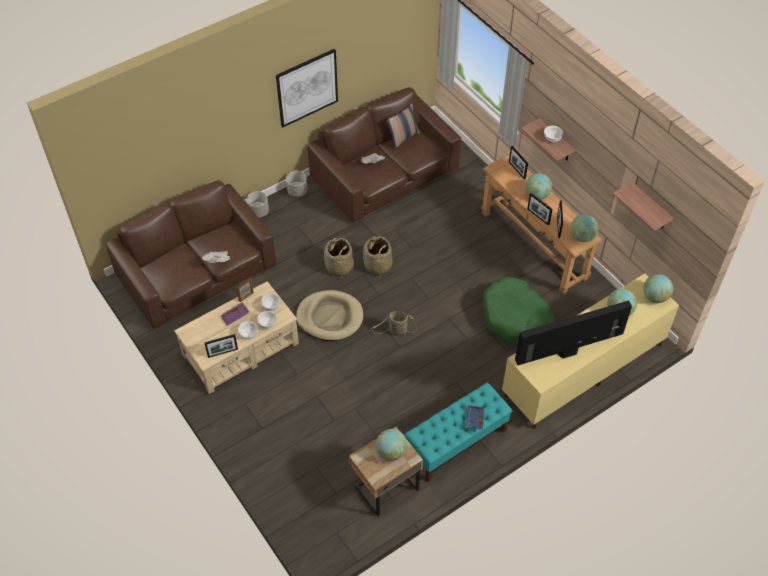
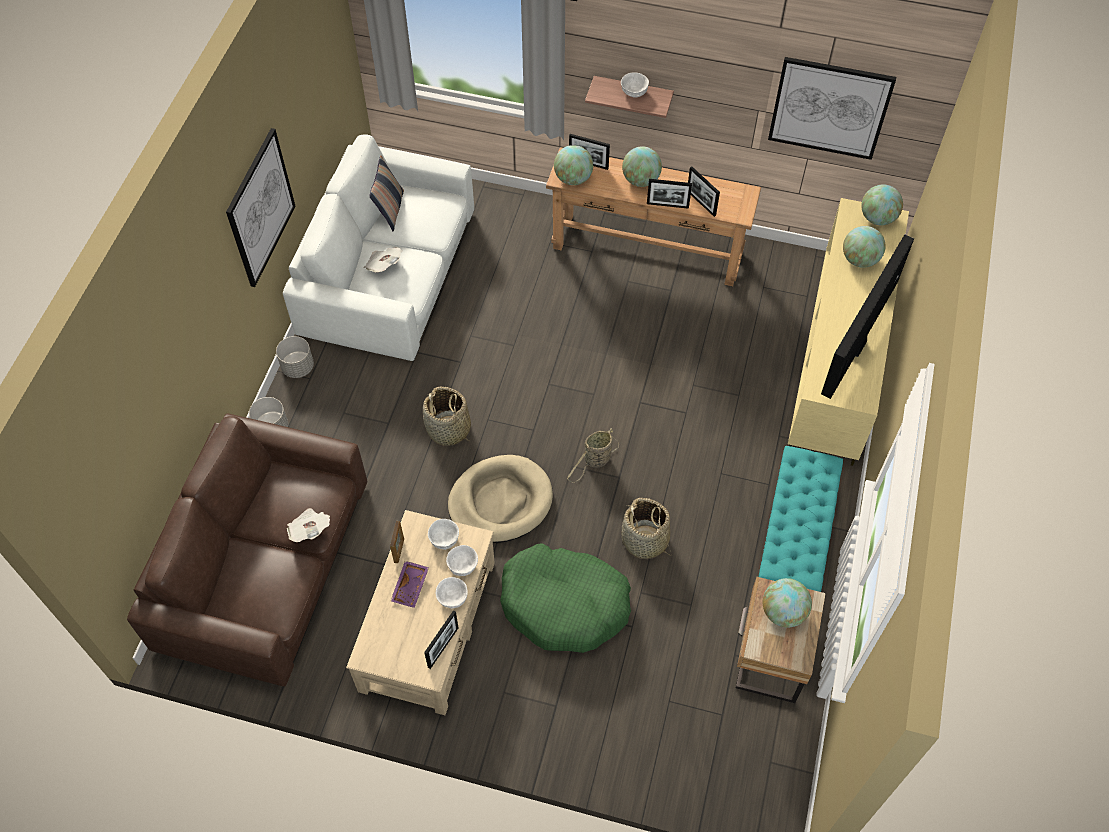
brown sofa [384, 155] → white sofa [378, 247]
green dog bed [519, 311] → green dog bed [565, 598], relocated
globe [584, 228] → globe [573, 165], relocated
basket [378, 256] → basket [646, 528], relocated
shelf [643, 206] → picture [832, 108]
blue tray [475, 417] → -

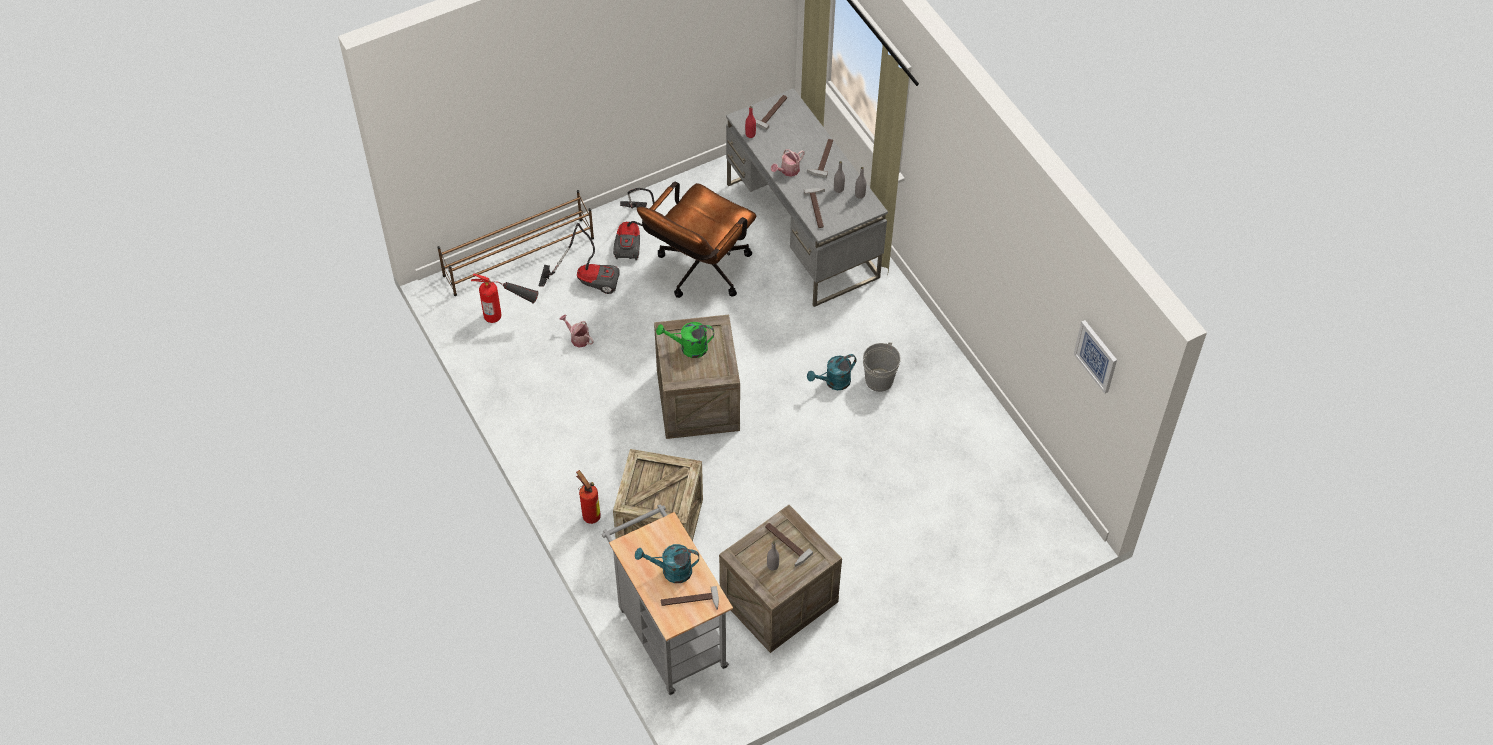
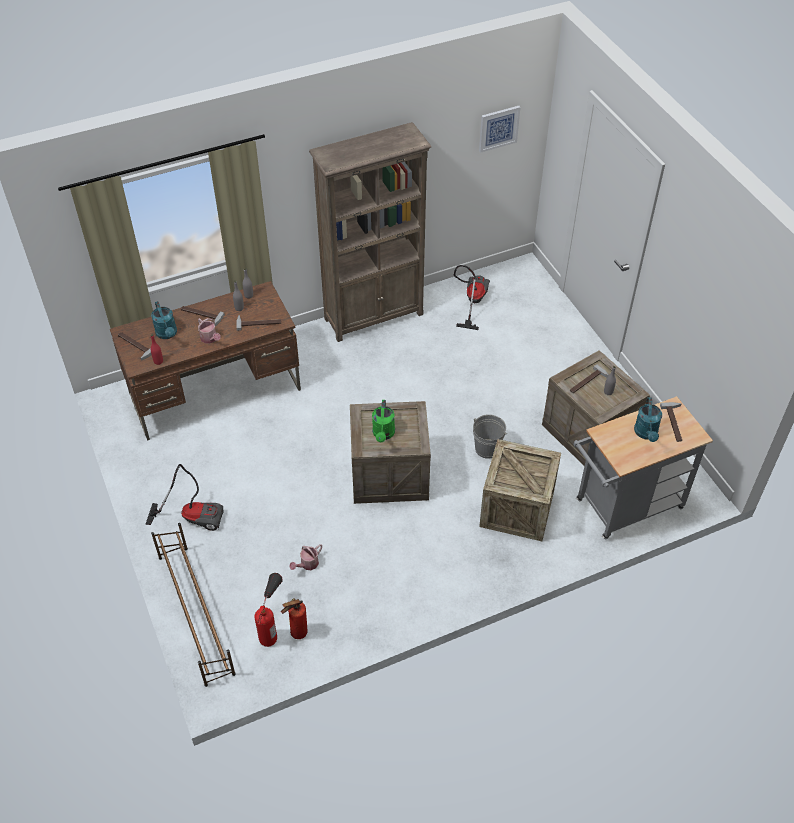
grey desk [807, 197] → brown desk [205, 361]
turquoise watering can [832, 372] → turquoise watering can [164, 320], relocated
fire extinguisher [588, 497] → fire extinguisher [294, 618], relocated
- → brown bookcase [370, 232]
vacuum cleaner [579, 258] → vacuum cleaner [472, 297], relocated
grey bucket [882, 367] → grey bucket [490, 436], relocated
brown office chair [696, 240] → -

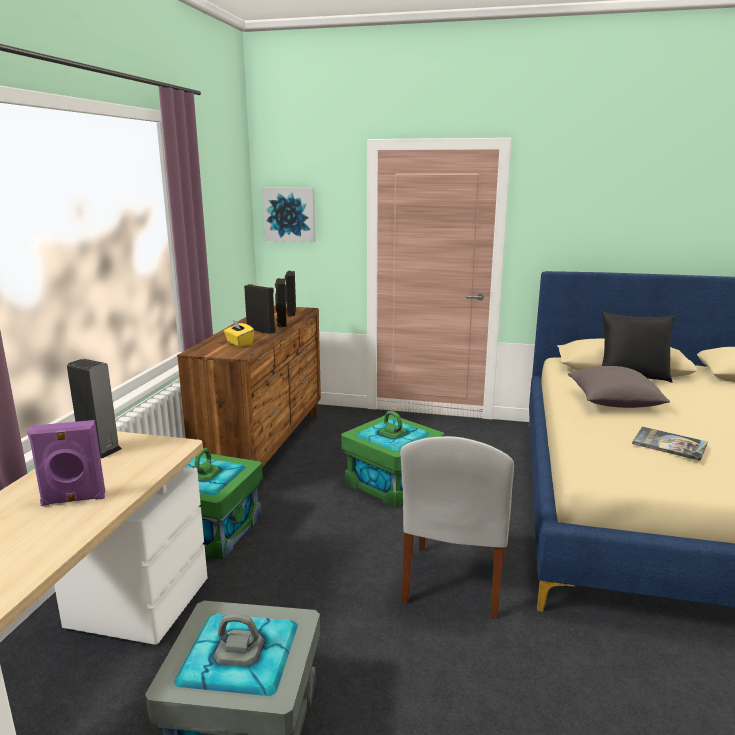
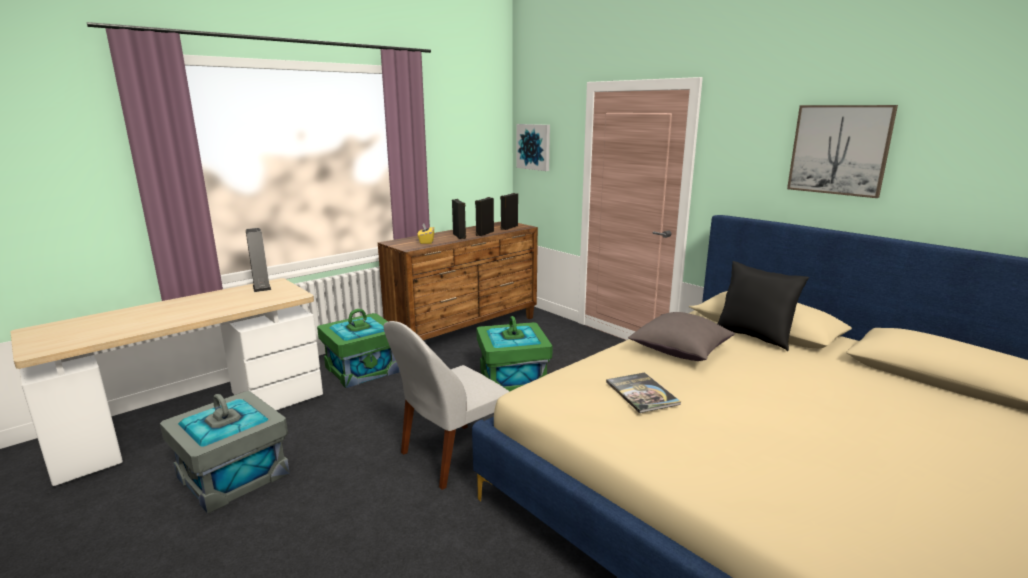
- → picture [842, 151]
purple speaker [66, 463] → -

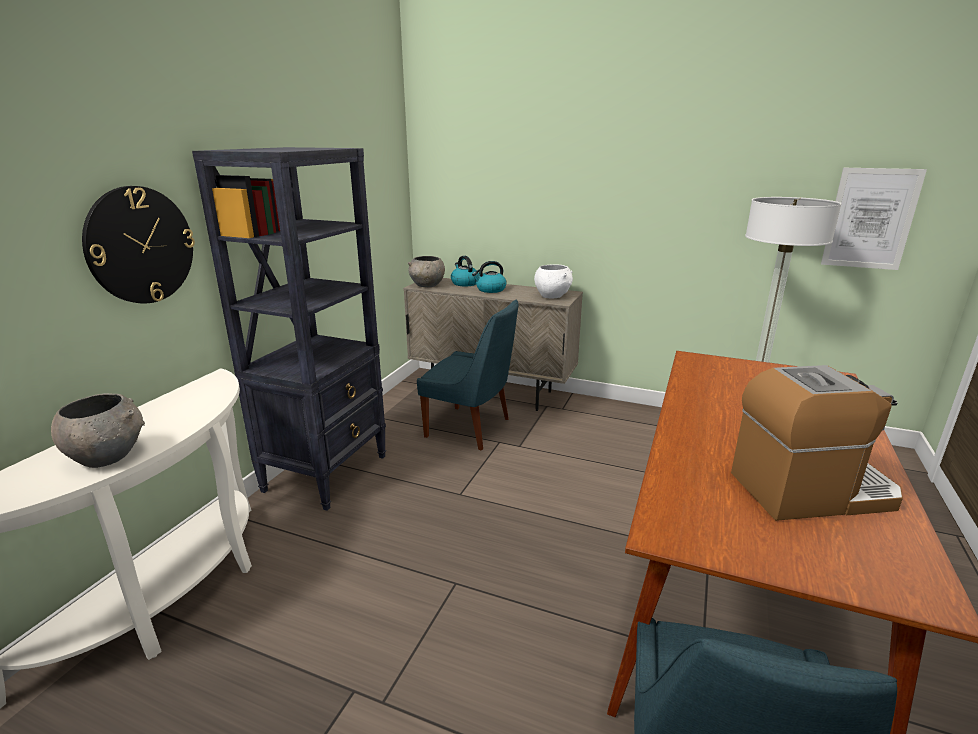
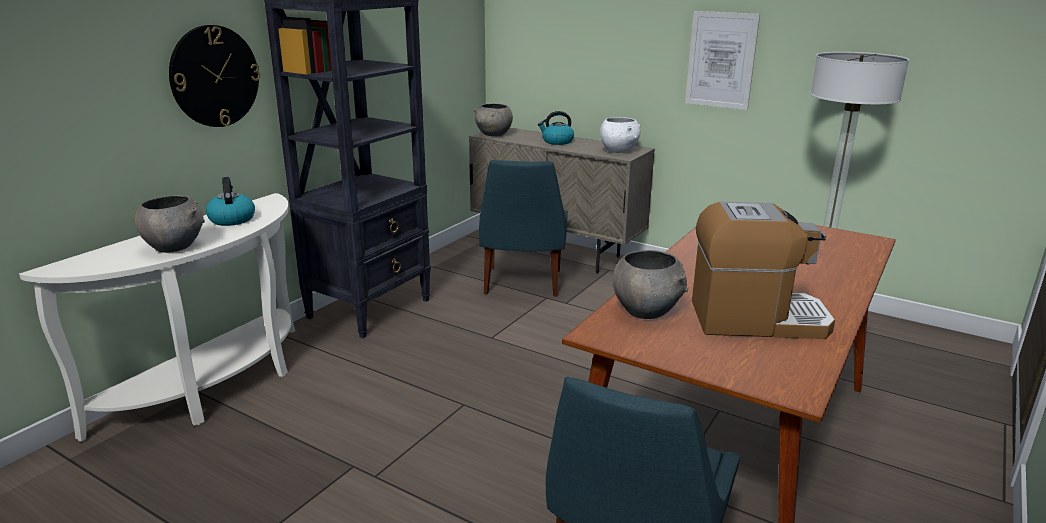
kettle [465, 271] → kettle [230, 201], relocated
blue chair [467, 375] → blue chair [523, 228], 60 degrees clockwise
- → grey bowl [650, 284]
picture [874, 219] → picture [722, 60], relocated

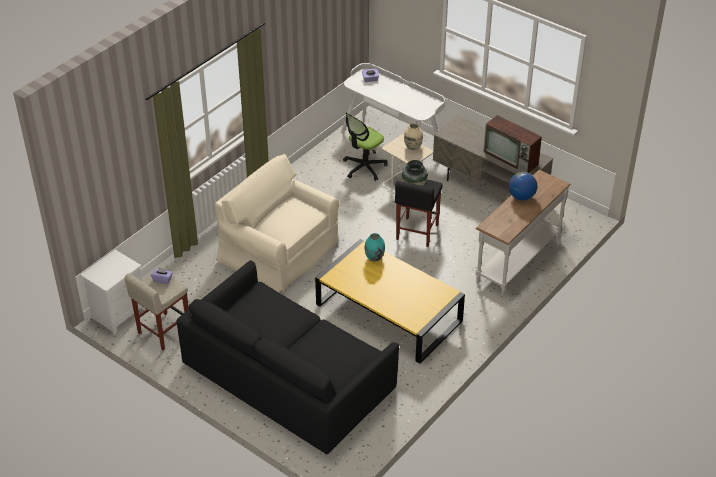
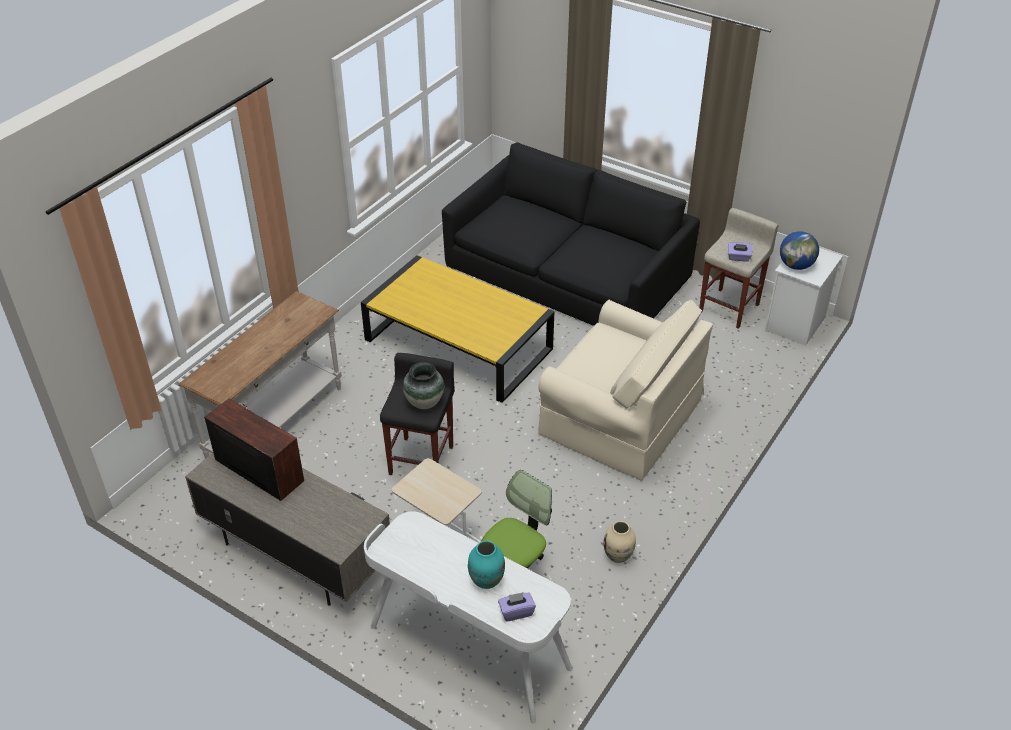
turquoise vase [375, 247] → turquoise vase [486, 565], relocated
beige vase [413, 136] → beige vase [620, 542], relocated
globe [523, 186] → globe [799, 250], relocated

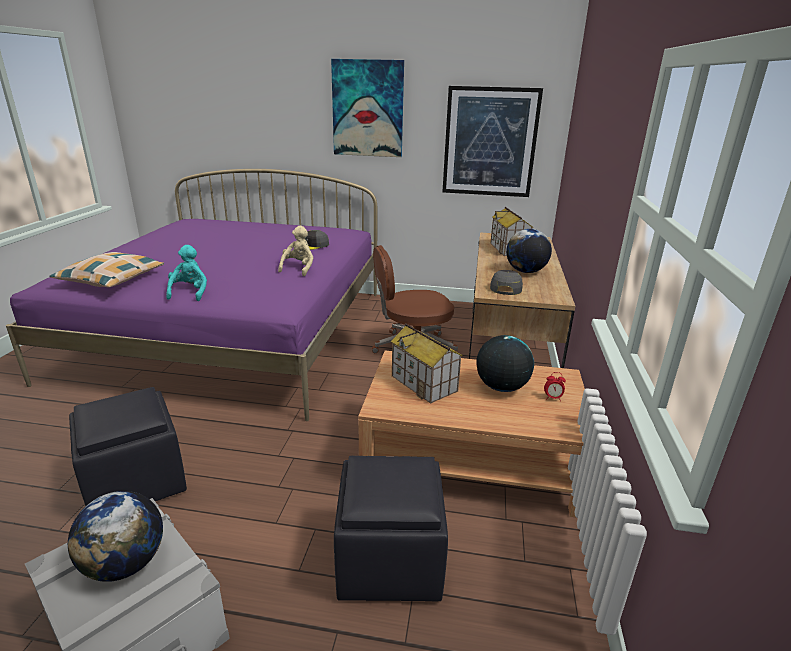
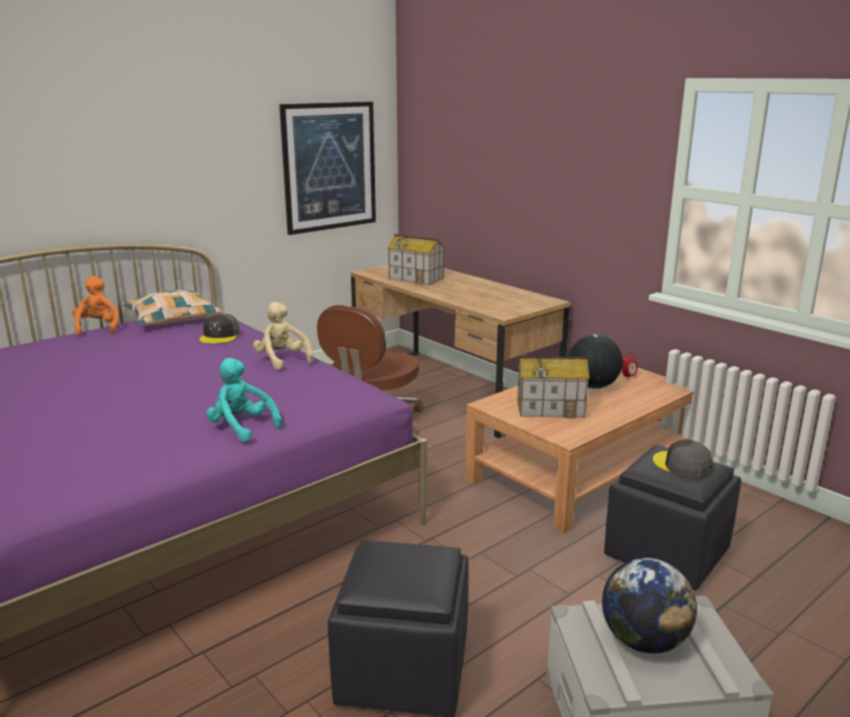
- → orange plush toy [95, 305]
pillow [107, 269] → pillow [172, 308], relocated
grey cap [506, 282] → grey cap [683, 459], relocated
picture [367, 108] → -
globe [529, 251] → -

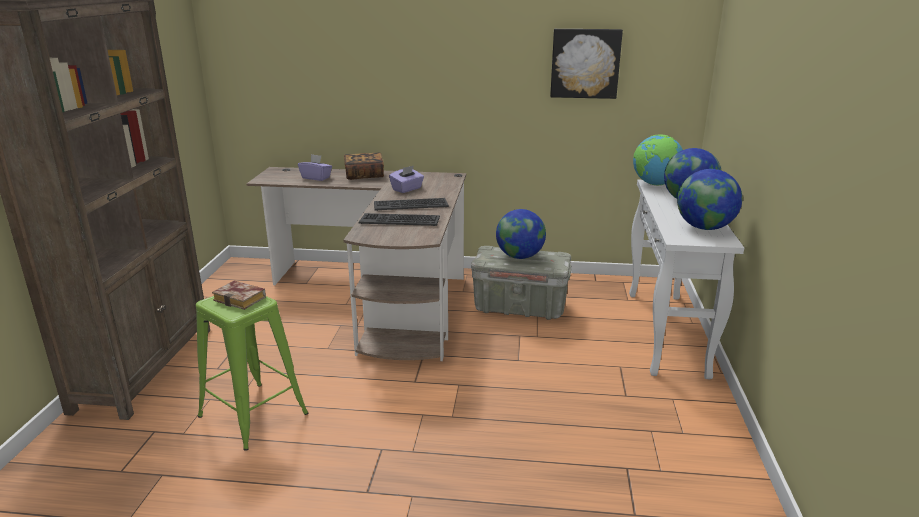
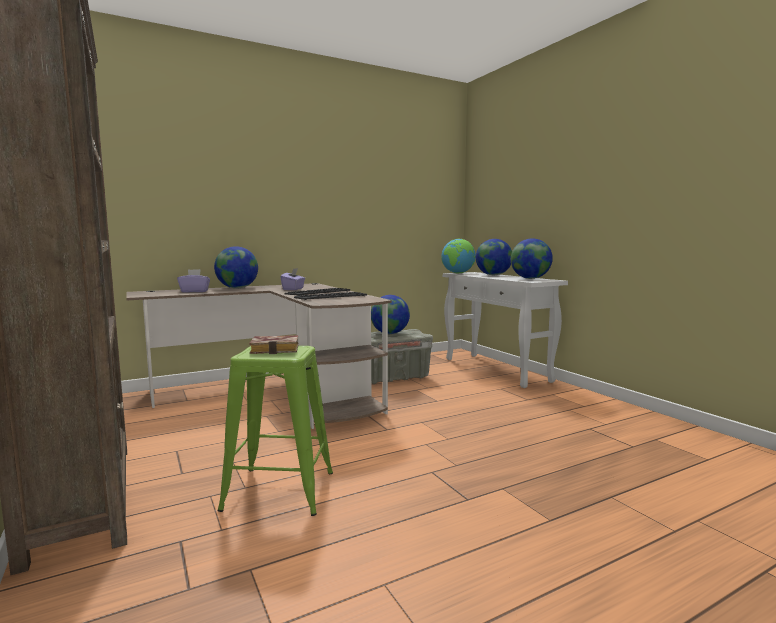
book [364, 166] → globe [236, 267]
picture [586, 64] → -

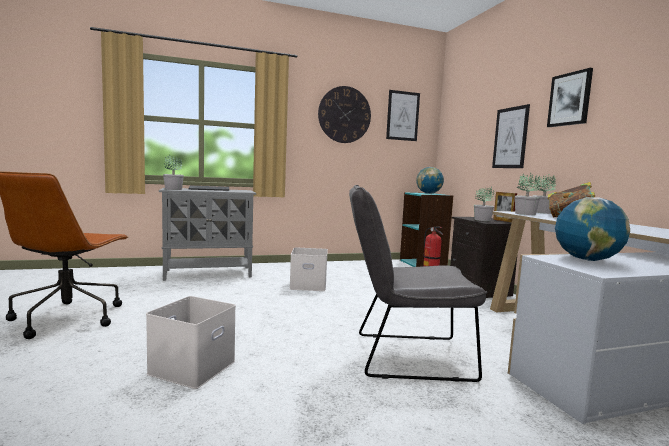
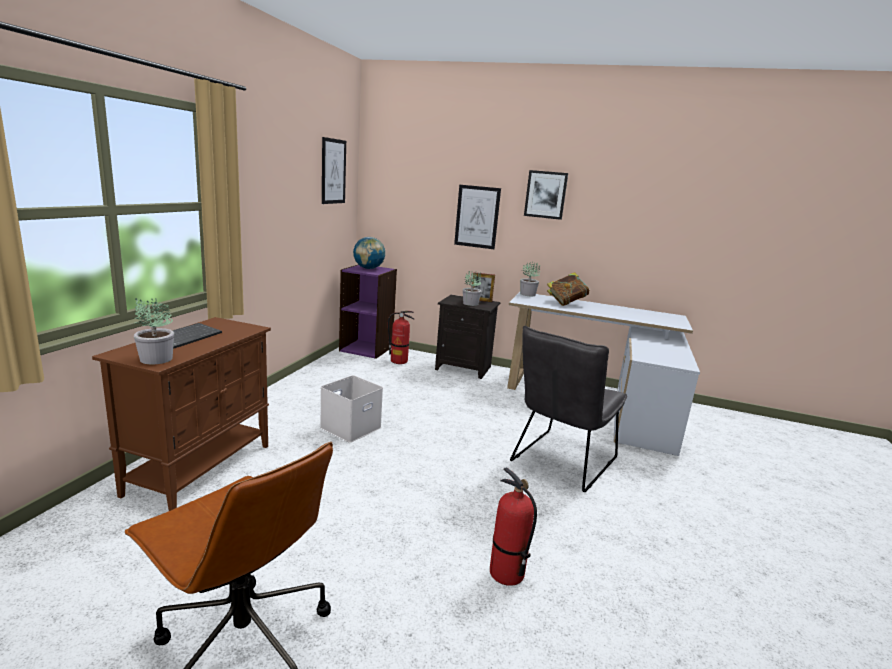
grey cabinet [207, 234] → brown cabinet [181, 414]
turquoise bookcase [426, 229] → purple bookcase [368, 311]
white storage box [191, 342] → fire extinguisher [513, 526]
wall clock [344, 114] → -
potted plant [527, 194] → -
globe [592, 229] → -

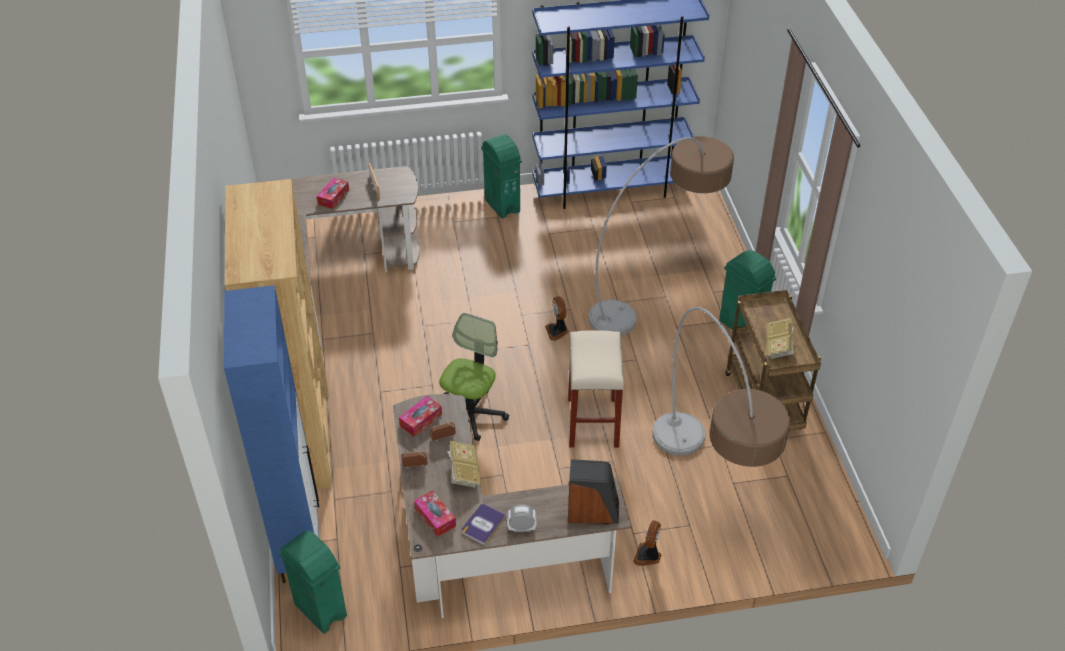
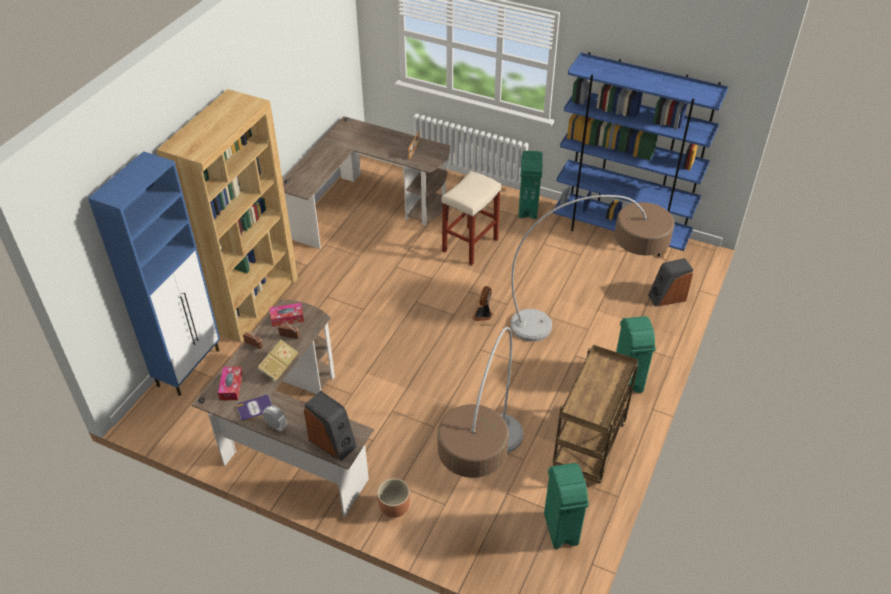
fan [647, 543] → brown planter [393, 498]
beige stool [596, 389] → beige stool [471, 218], relocated
green trash can [313, 582] → green trash can [566, 506], relocated
- → speaker [670, 282]
tissue box [333, 193] → -
office chair [474, 377] → -
book [780, 338] → -

